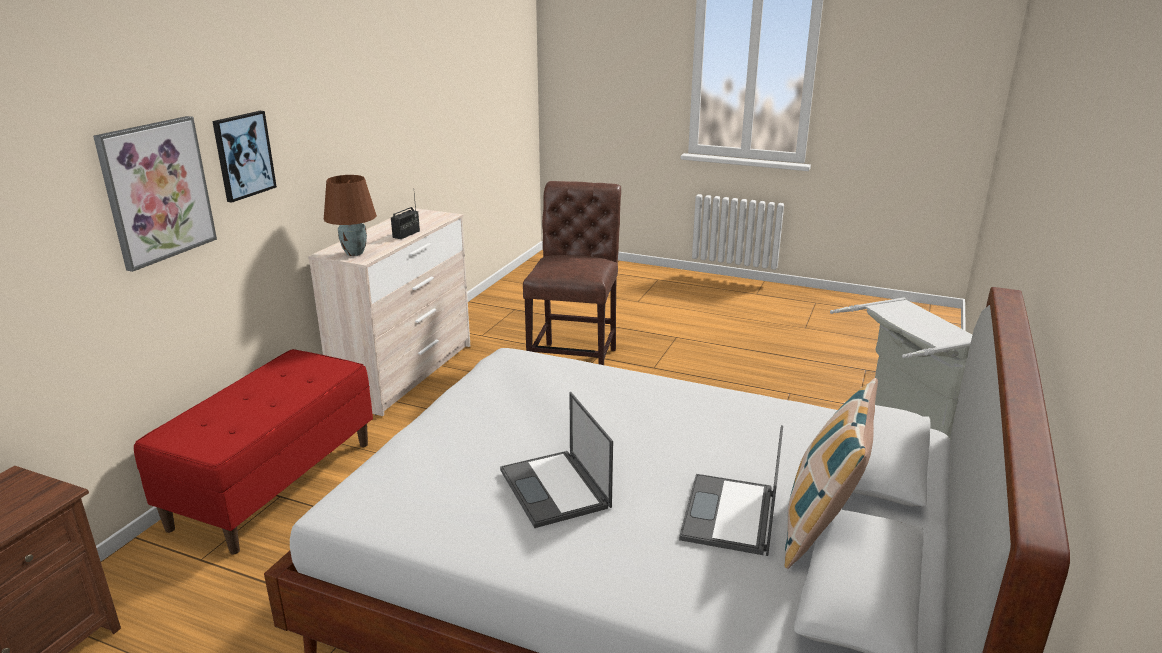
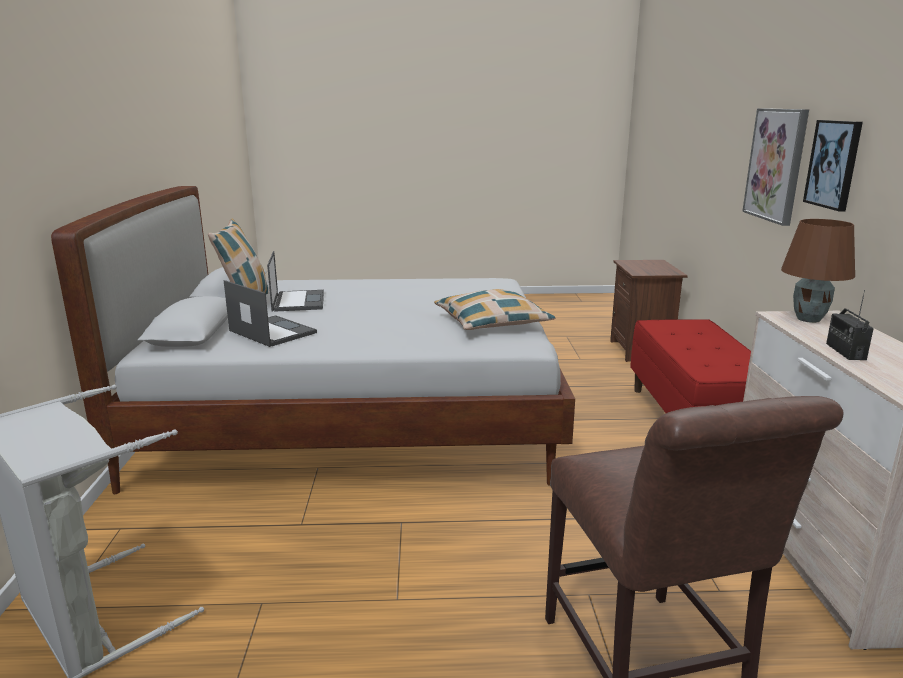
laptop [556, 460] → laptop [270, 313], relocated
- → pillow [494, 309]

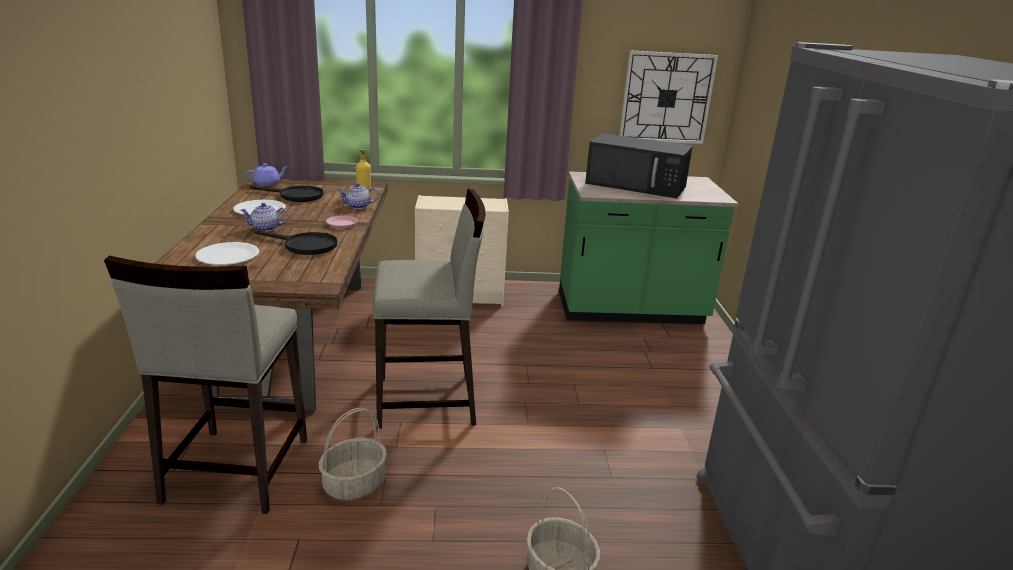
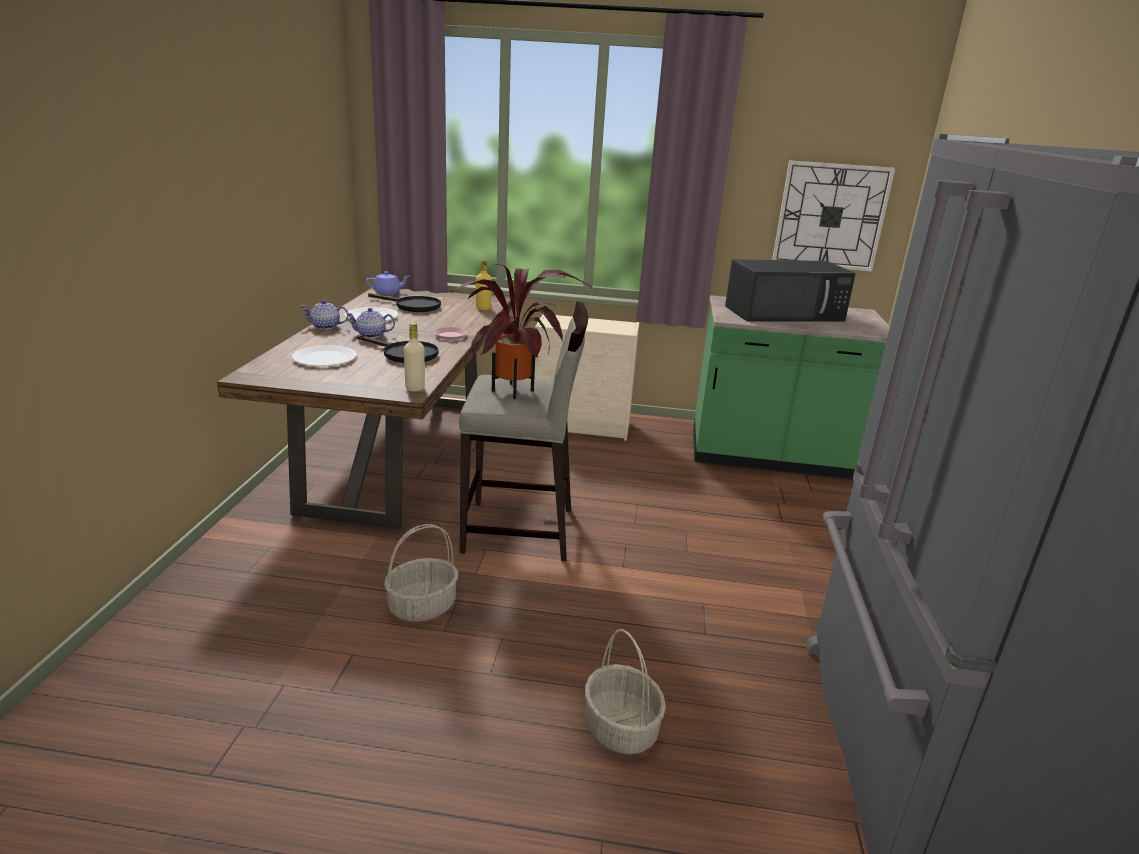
teapot [358, 196] → teapot [325, 315], relocated
- → beige bottle [414, 357]
- → potted plant [520, 331]
black microwave [639, 166] → black microwave [790, 290], 45 degrees counterclockwise
beige stool [205, 385] → -

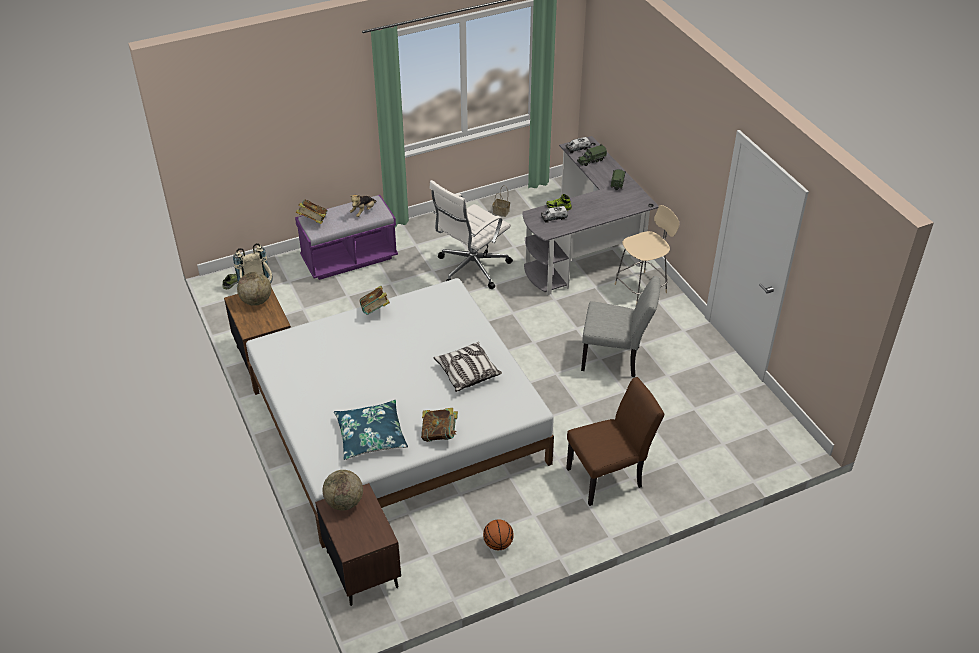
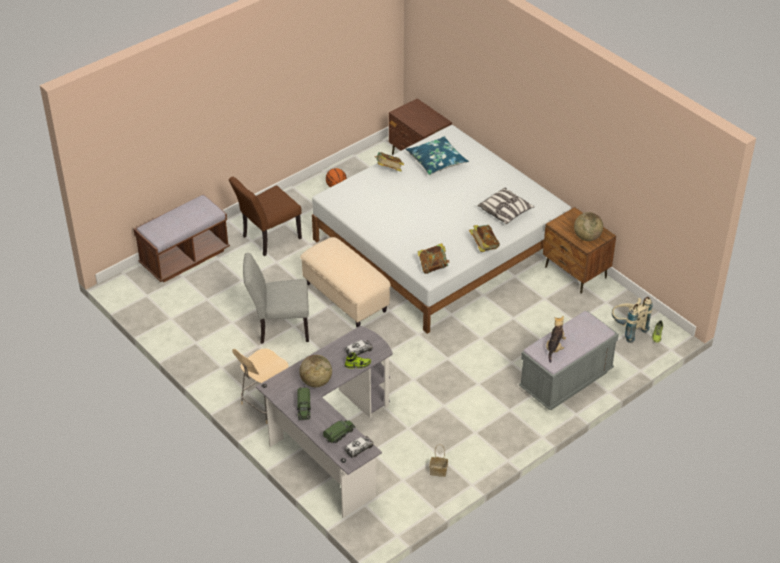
- → brown bench [182, 238]
globe [343, 490] → globe [315, 371], relocated
- → beige ottoman [345, 282]
book [312, 211] → book [433, 258], relocated
pillow [468, 367] → pillow [505, 205], relocated
purple bench [346, 237] → grey bench [569, 360]
white office chair [471, 234] → -

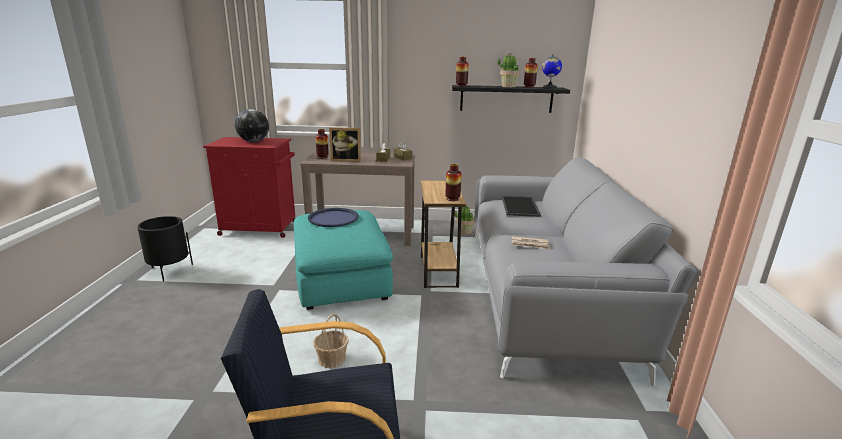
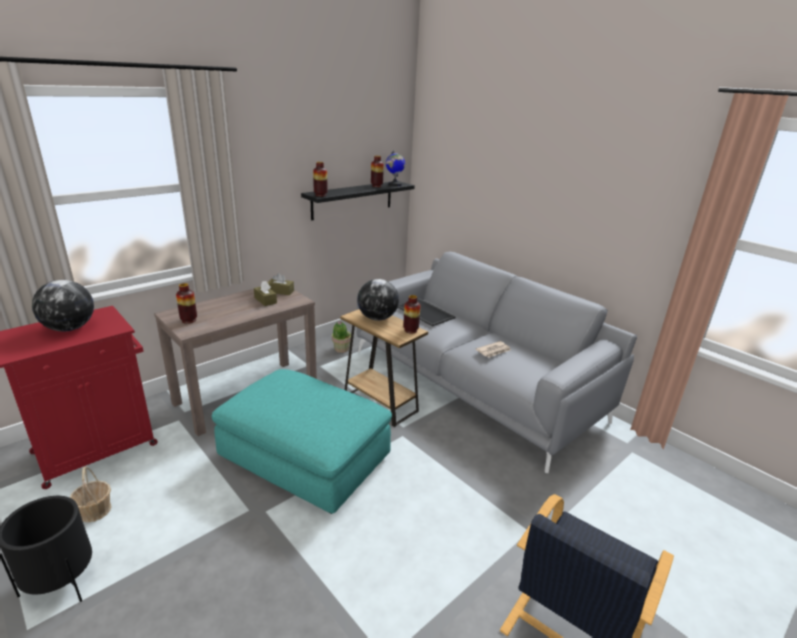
basket [331, 341] → basket [91, 495], relocated
- → globe [378, 300]
blue tray [333, 217] → -
picture frame [345, 144] → -
potted plant [509, 70] → -

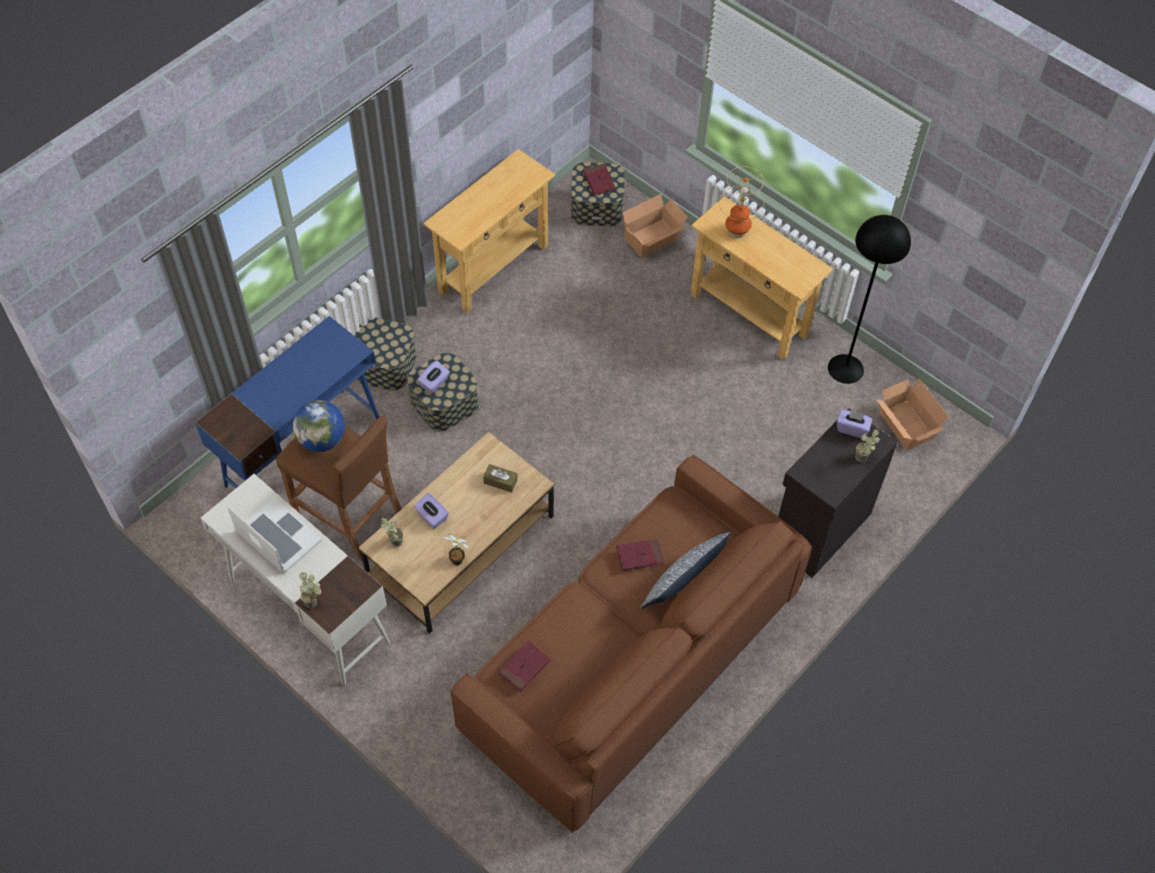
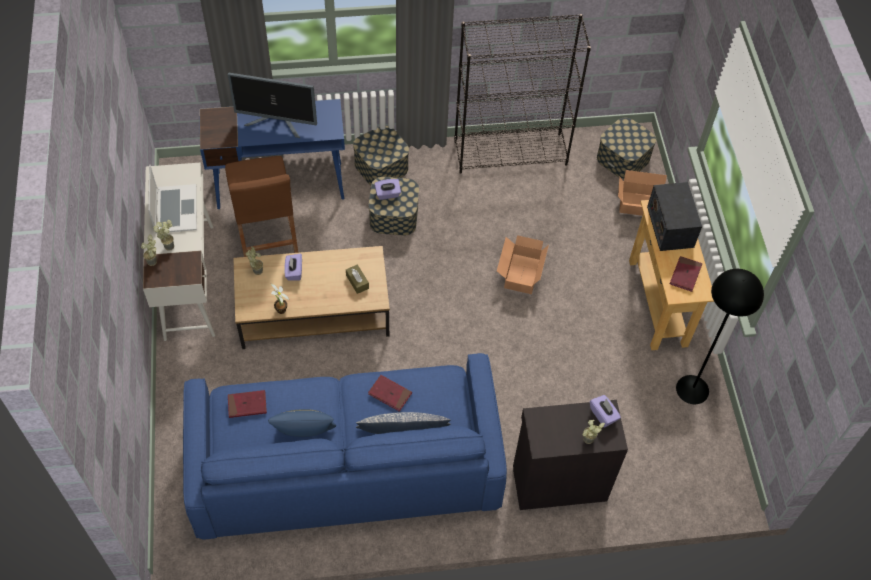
- → potted plant [164, 235]
brown sofa [631, 644] → blue sofa [345, 446]
- → monitor [272, 105]
- → blue pillow [302, 423]
beige console table [489, 231] → black bookcase [522, 94]
cardboard box [912, 414] → cardboard box [523, 264], relocated
table lamp [741, 202] → radio [674, 216]
red book [599, 179] → red book [686, 274], relocated
globe [319, 426] → -

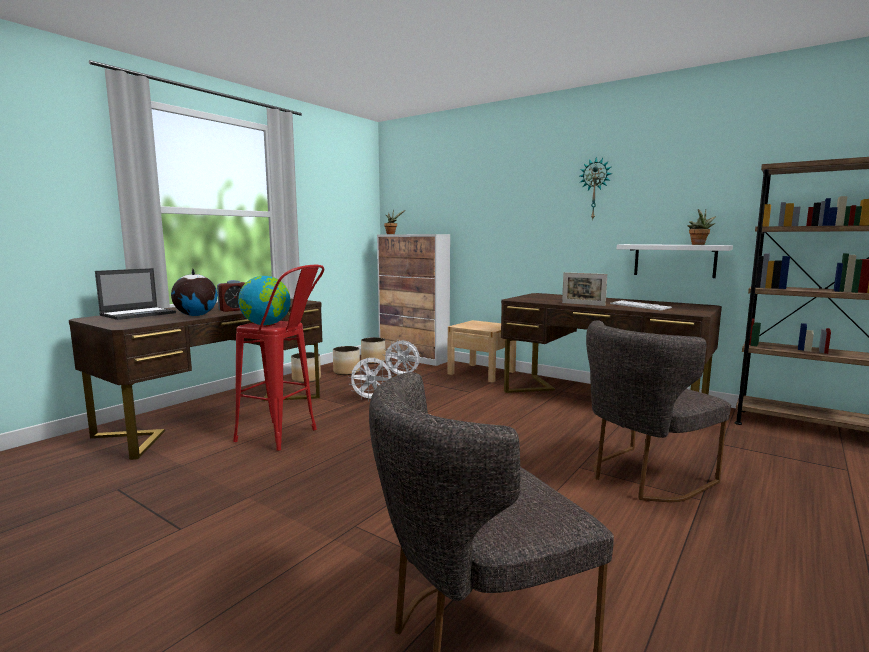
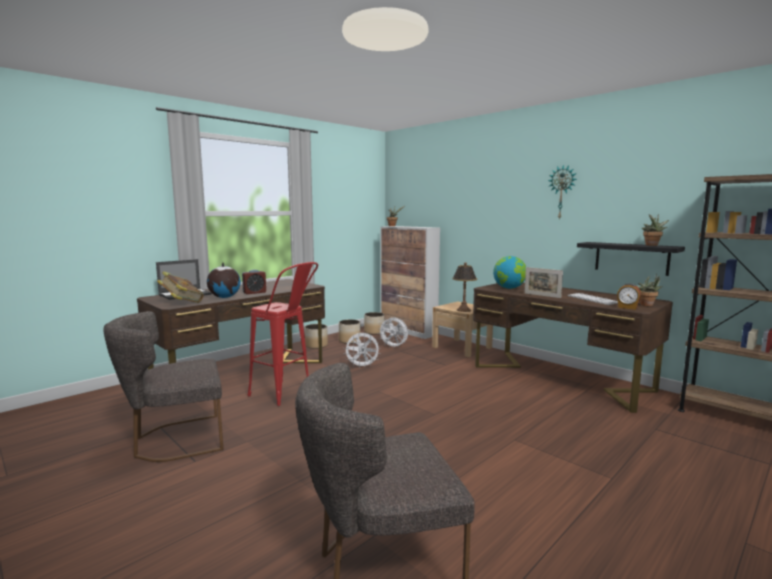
grey chair [658, 411] → grey chair [163, 386], relocated
- → book [180, 287]
- → table lamp [464, 287]
globe [264, 300] → globe [509, 272], relocated
white shelf [675, 261] → black shelf [631, 259]
- → alarm clock [629, 296]
- → potted plant [650, 290]

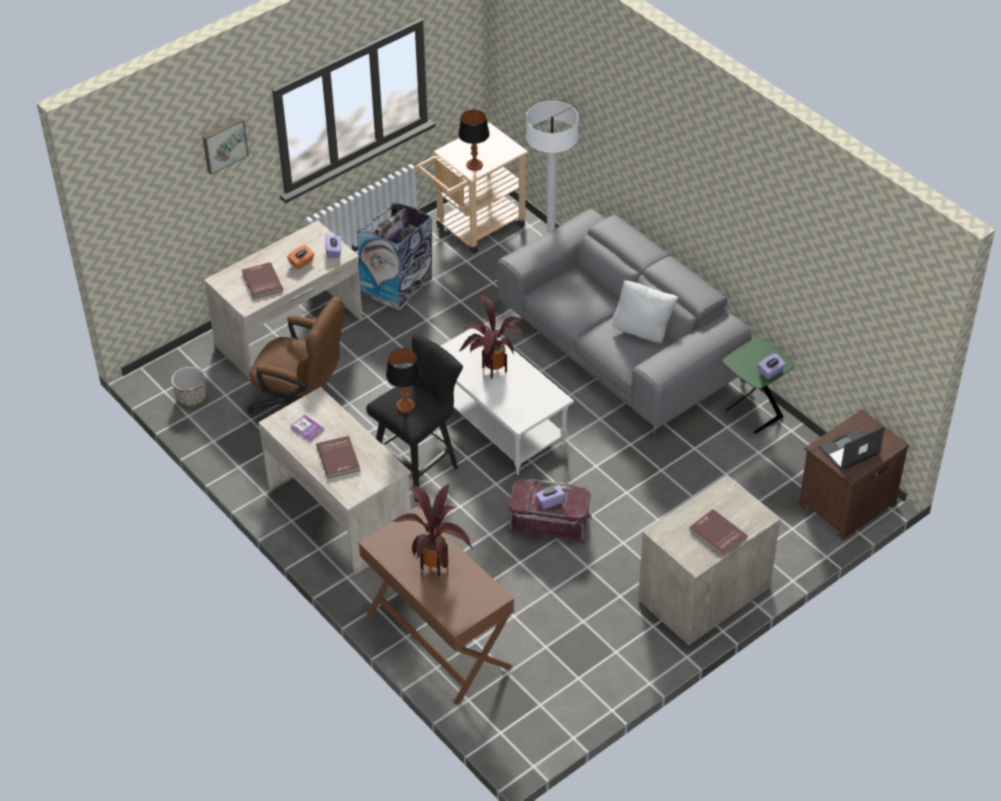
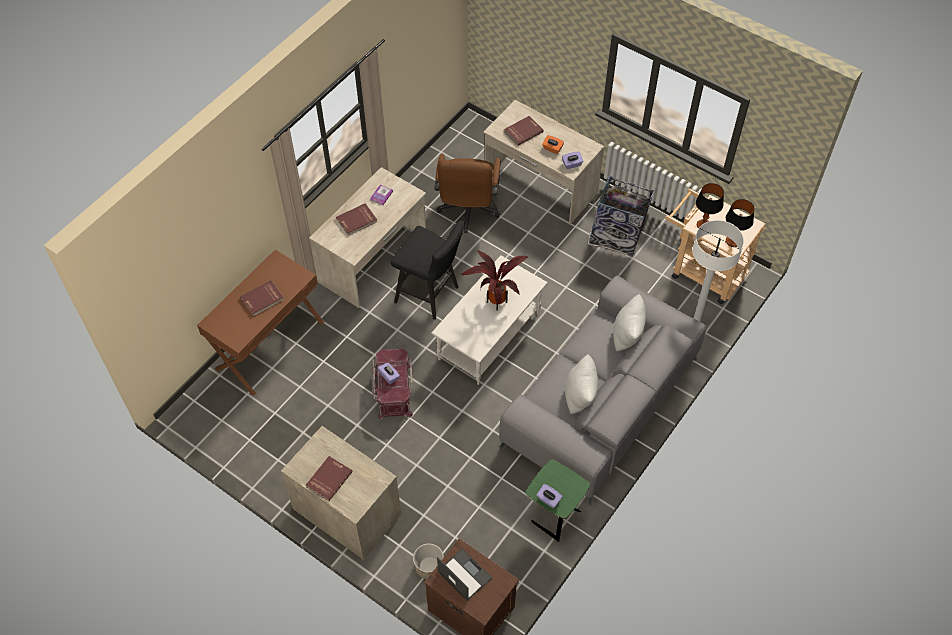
potted plant [433, 530] → red book [262, 298]
planter [188, 386] → planter [428, 561], relocated
- → white pillow [629, 322]
table lamp [403, 380] → table lamp [740, 223], relocated
picture [225, 146] → -

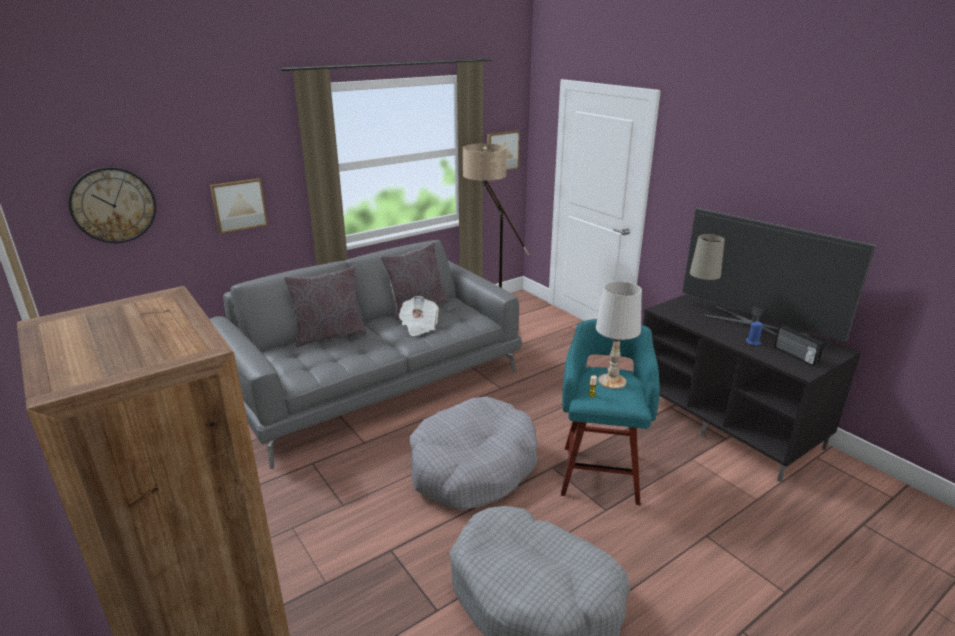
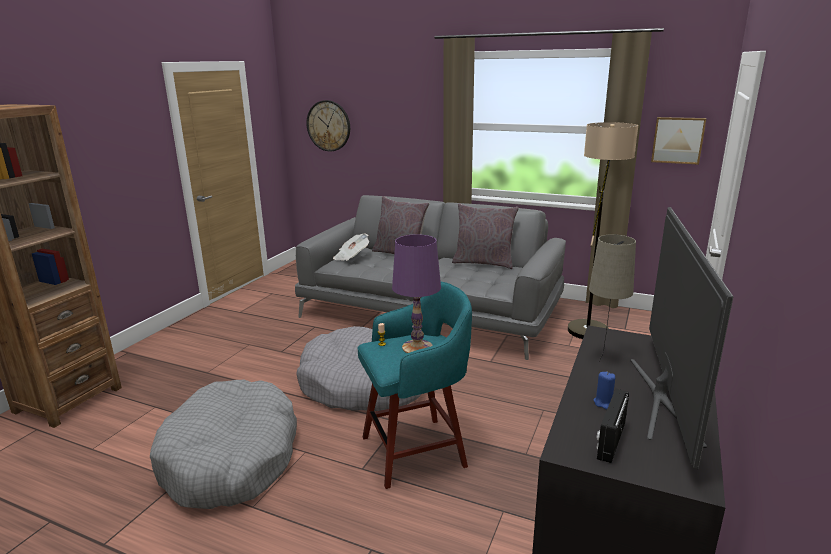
newspaper [419, 316] → newspaper [351, 247], relocated
white table lamp [619, 335] → purple table lamp [416, 293]
picture [239, 206] → -

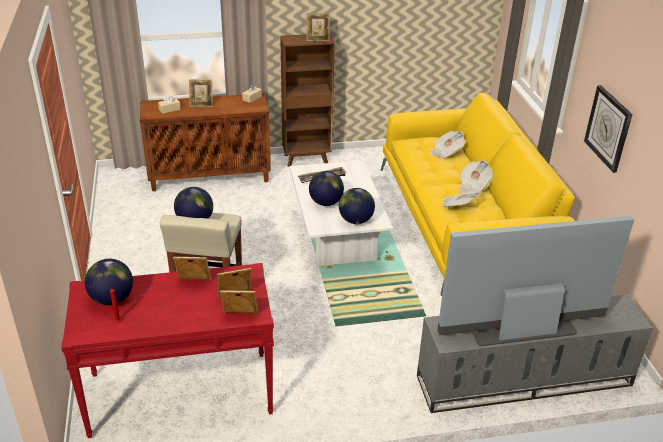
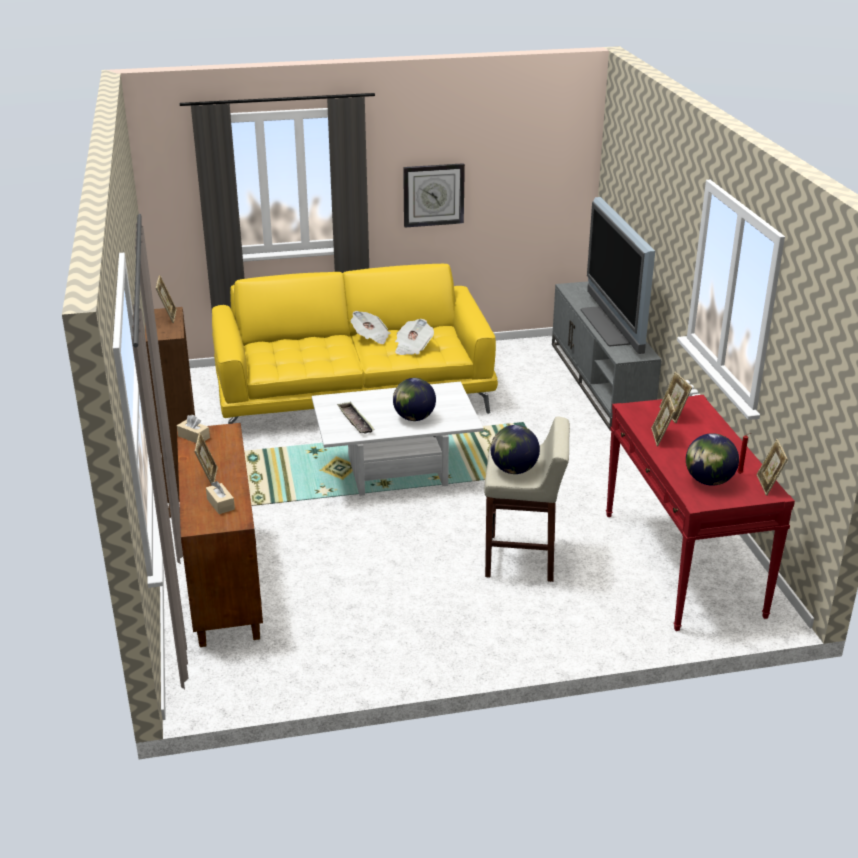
picture frame [239, 301] → picture frame [772, 467], relocated
globe [357, 206] → -
newspaper [447, 145] → -

